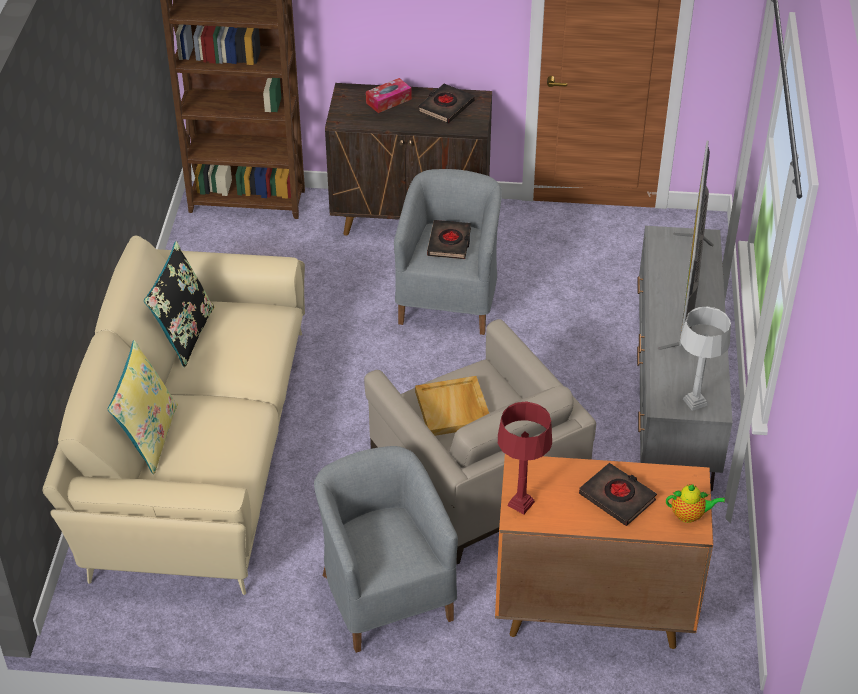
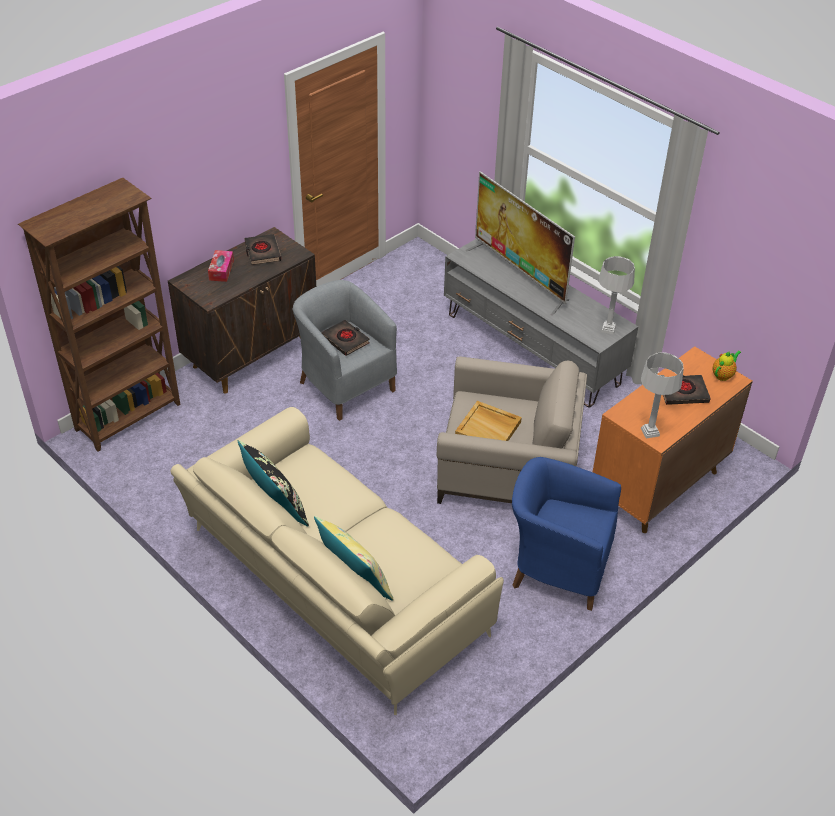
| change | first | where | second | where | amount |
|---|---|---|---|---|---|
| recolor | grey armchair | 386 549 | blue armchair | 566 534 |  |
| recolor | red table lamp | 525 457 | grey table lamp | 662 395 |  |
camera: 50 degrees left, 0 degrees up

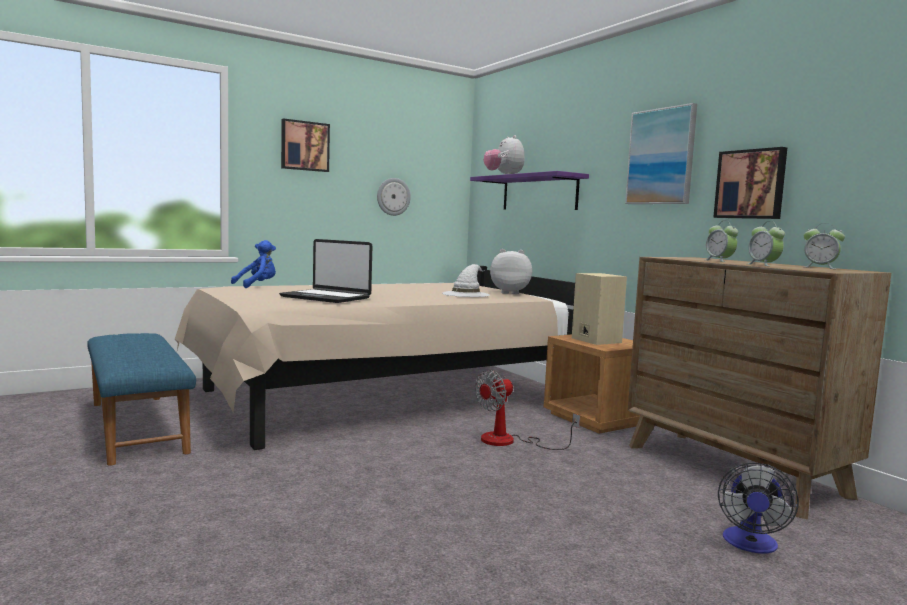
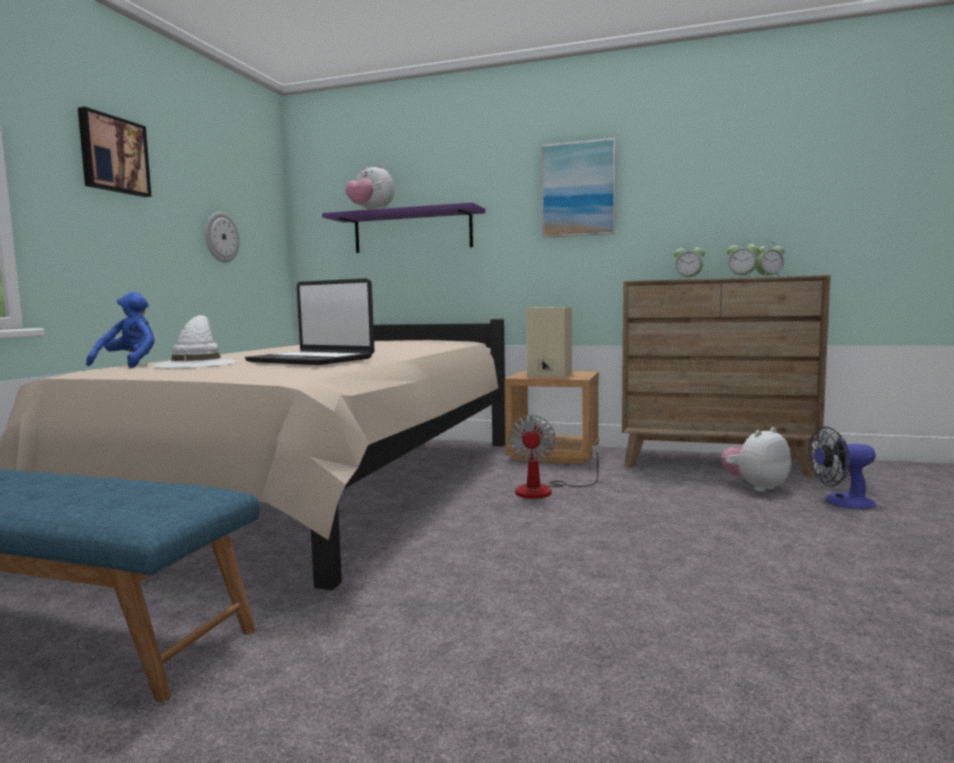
| change | first | where | second | where | amount |
|---|---|---|---|---|---|
| delete | picture | 750 183 |  |  |  |
| move | white hat | 466 280 |  | 195 341 |  |
| move | plush toy | 511 271 |  | 756 459 |  |
| rotate | laptop | 325 271 |  | 309 321 | 45 degrees clockwise |
| rotate | fan | 758 508 |  | 842 467 | 105 degrees clockwise |
camera: 40 degrees left, 0 degrees up

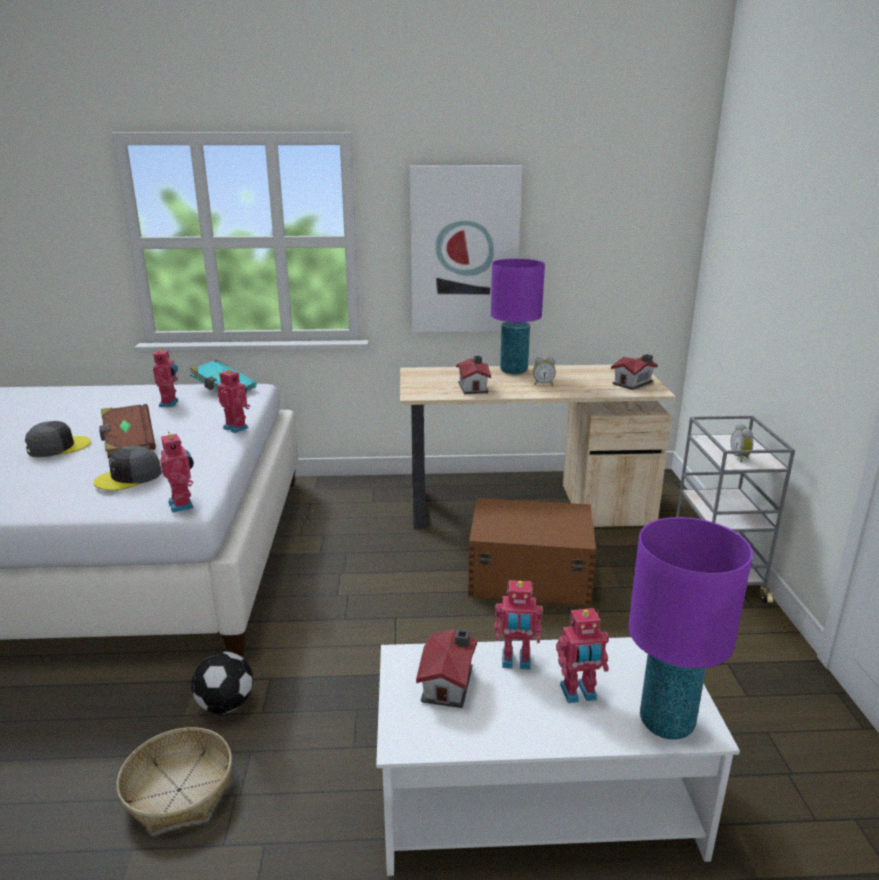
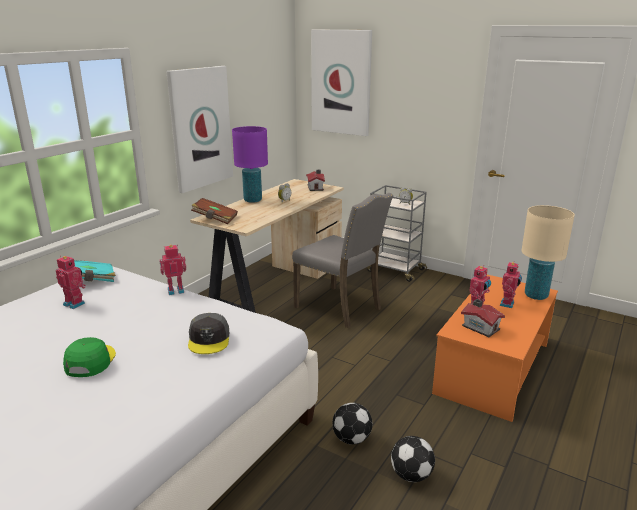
| change | first | where | second | where | amount |
|---|---|---|---|---|---|
| delete | toy robot | 177 472 |  |  |  |
| delete | toy house | 473 375 |  |  |  |
| insert |  |  | picture | 341 83 |  |
| move | brown book | 127 431 |  | 214 211 |  |
| replace | basket | 174 780 | football | 413 459 |  |
| replace | brown storage box | 532 552 | grey chair | 342 260 |  |
| recolor | grey cap | 58 439 | green cap | 89 357 |  |
| recolor | white coffee table | 558 756 | orange coffee table | 495 348 |  |
| recolor | purple table lamp | 691 628 | beige table lamp | 548 252 |  |
camera: 55 degrees left, 0 degrees up

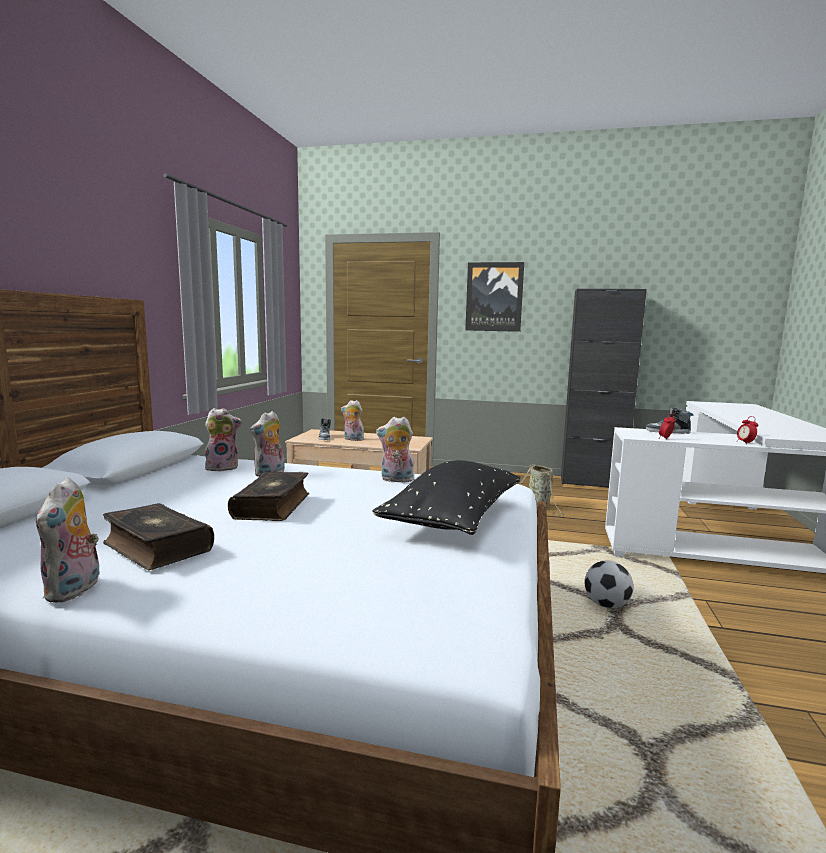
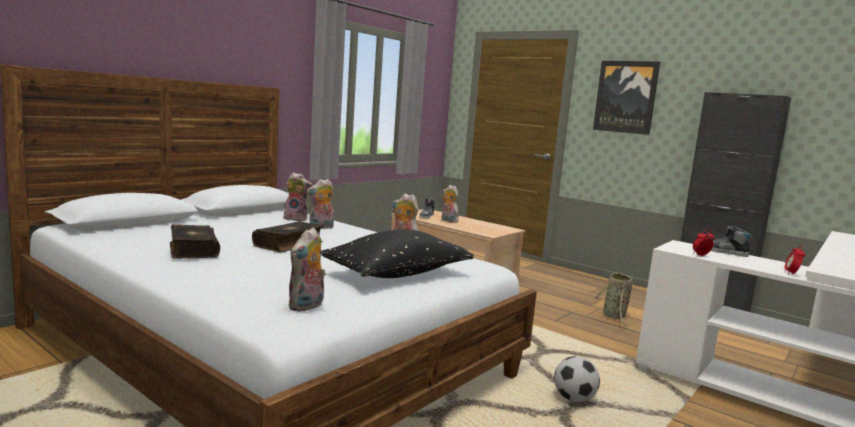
| change | first | where | second | where | amount |
|---|---|---|---|---|---|
| move | plush toy | 68 540 |  | 307 269 |  |
camera: 25 degrees right, 0 degrees up

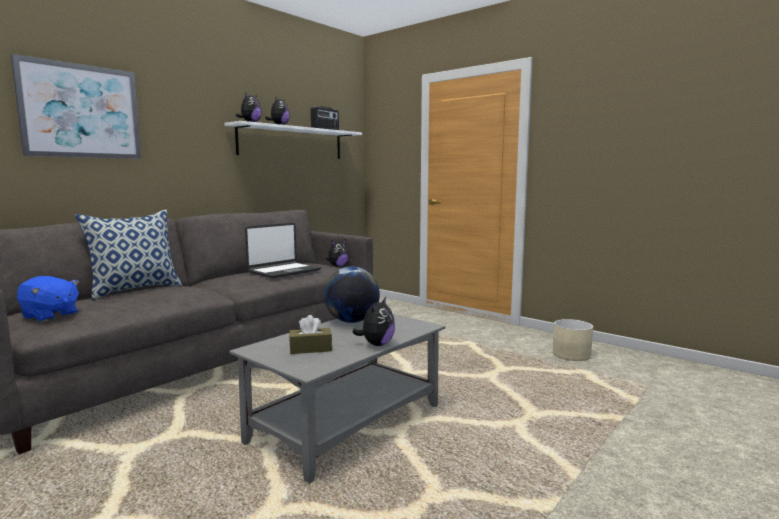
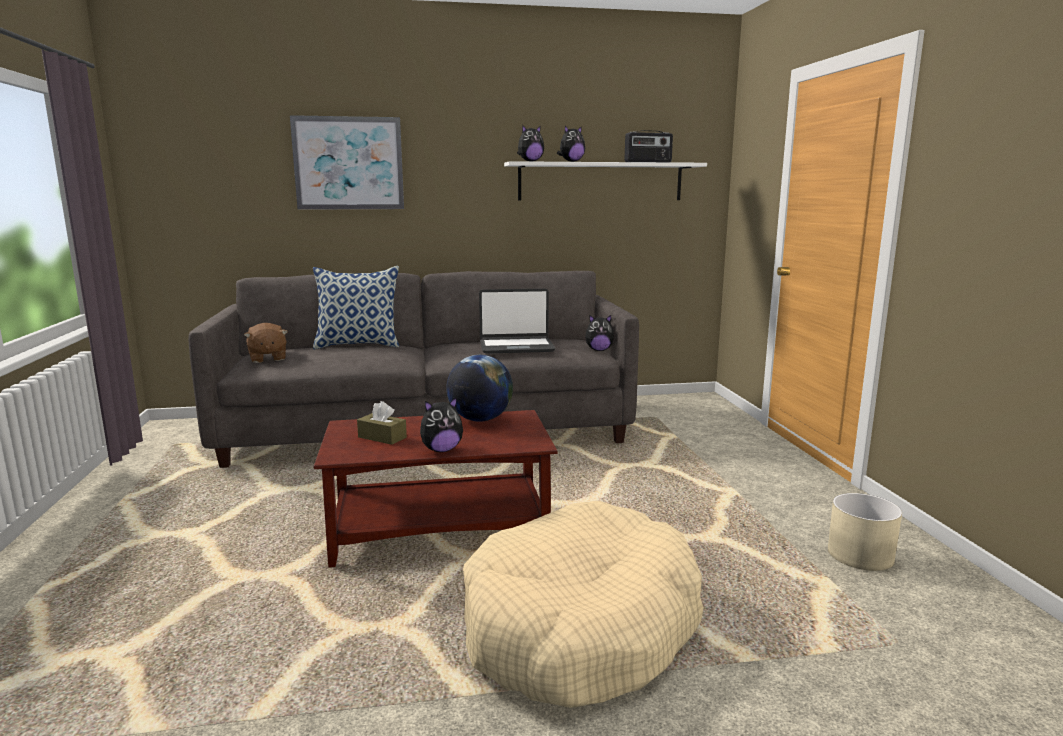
| change | first | where | second | where | amount |
|---|---|---|---|---|---|
| insert |  |  | beige dog bed | 583 604 |  |
| recolor | blue plush toy | 48 298 | brown plush toy | 266 343 |  |
| recolor | grey coffee table | 337 399 | brown coffee table | 436 489 |  |
camera: 40 degrees right, 5 degrees up

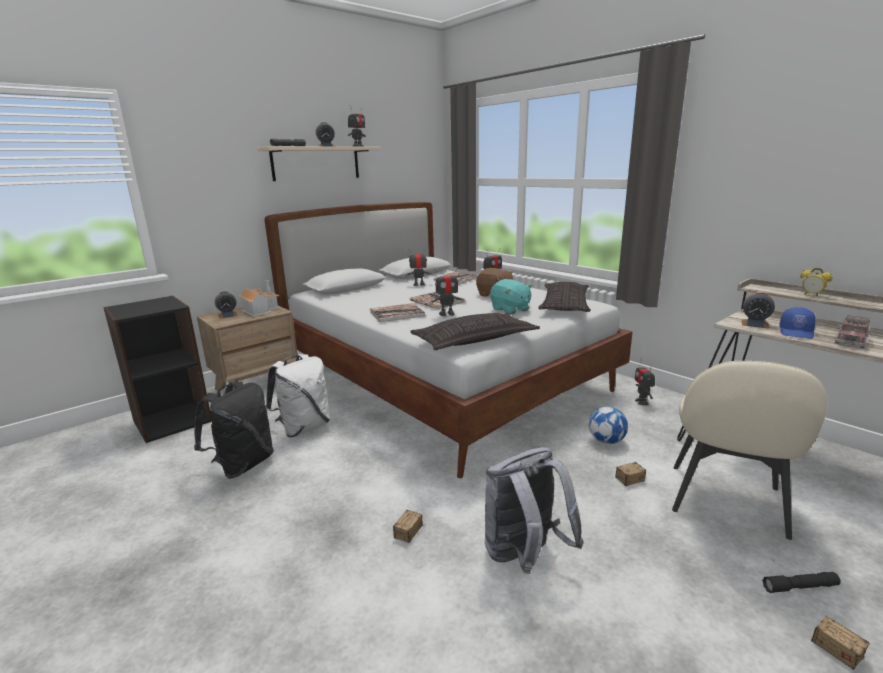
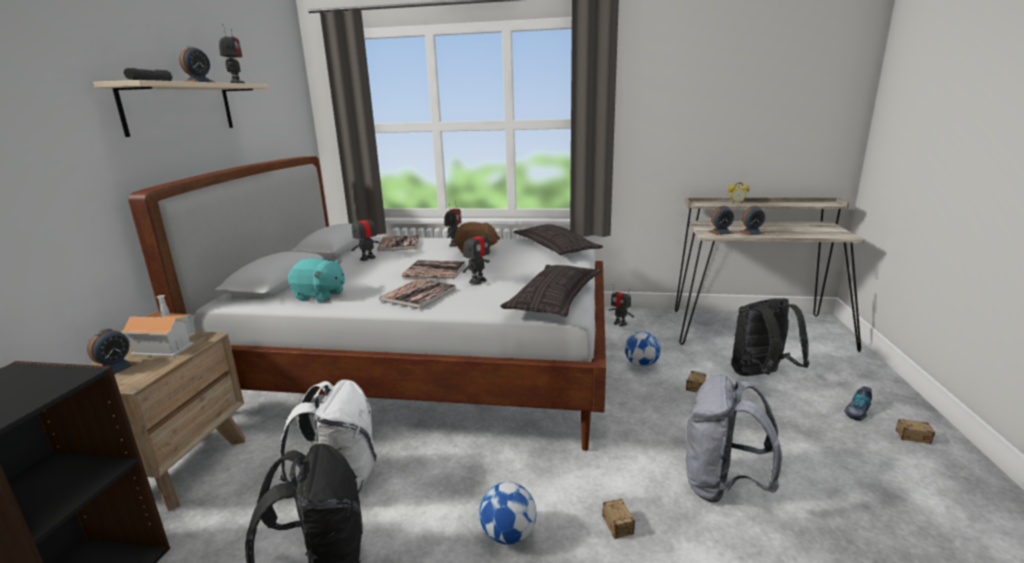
| change | first | where | second | where | amount |
|---|---|---|---|---|---|
| delete | toy truck | 853 331 |  |  |  |
| insert |  |  | football | 508 513 |  |
| move | turquoise plush toy | 511 296 |  | 316 280 |  |
| replace | beige chair | 749 450 | black backpack | 770 337 |  |
| replace | black flashlight | 801 582 | shoe | 858 403 |  |
| replace | blue cap | 797 323 | alarm clock | 752 220 |  |
camera: 40 degrees left, 0 degrees up

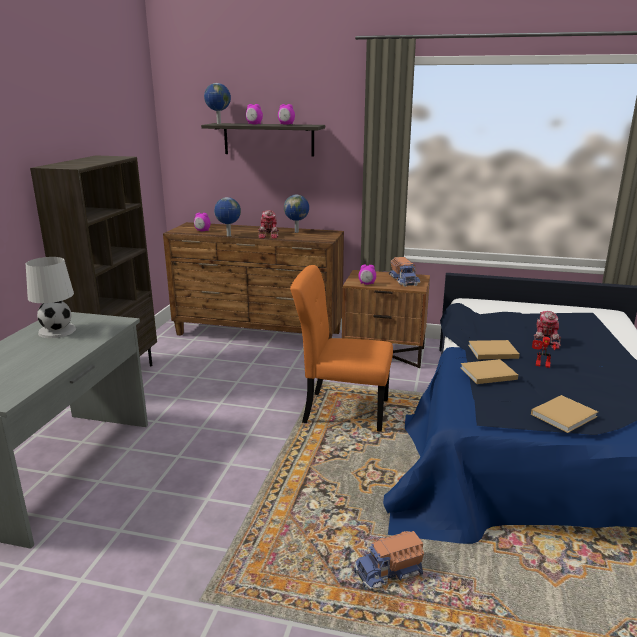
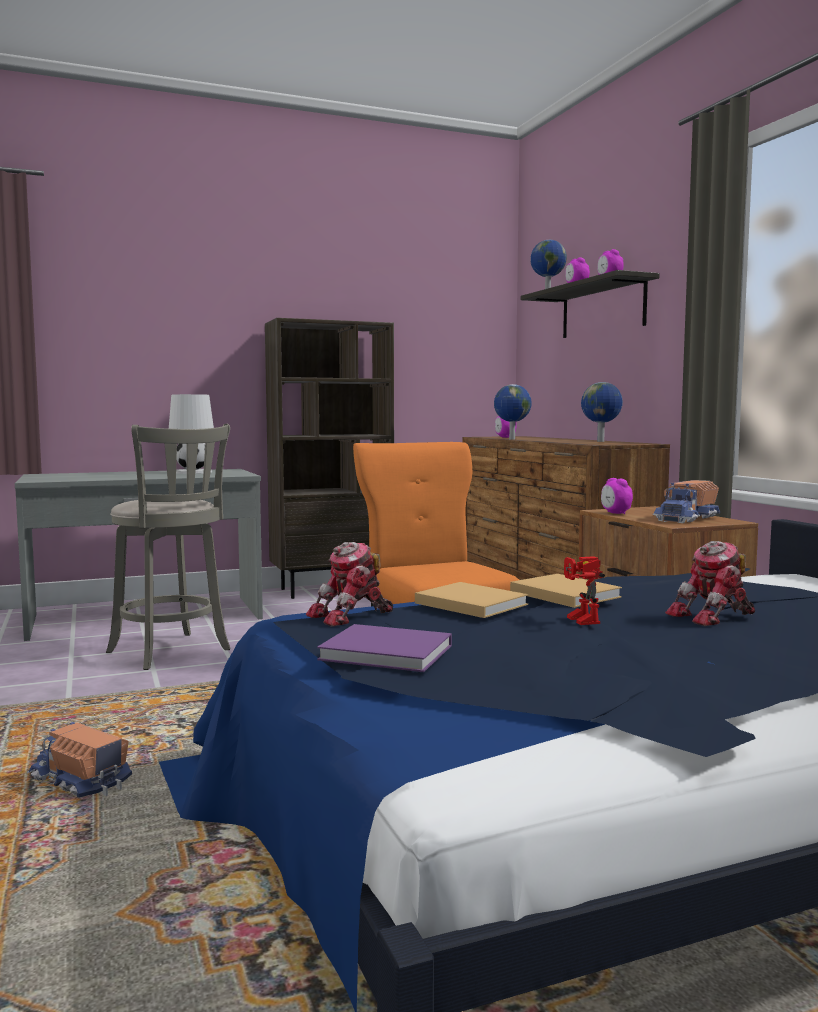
| change | first | where | second | where | amount |
|---|---|---|---|---|---|
| insert |  |  | grey stool | 168 547 |  |
| move | toy robot | 268 224 |  | 349 584 |  |
| recolor | beige book | 564 414 | purple book | 384 648 |  |
camera: 55 degrees right, 15 degrees down

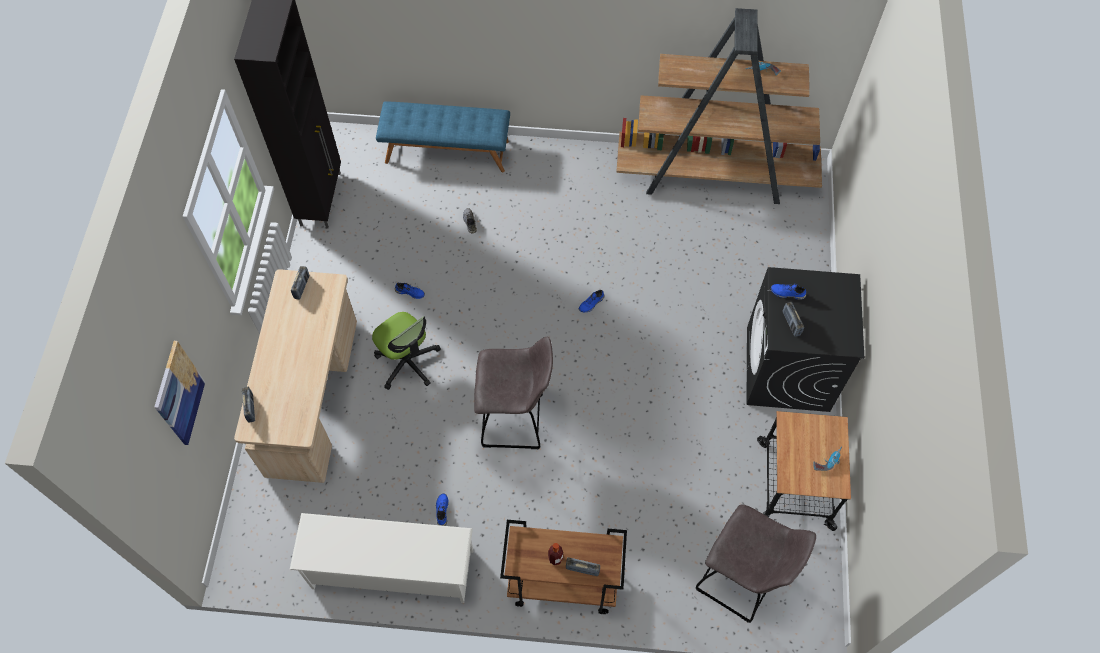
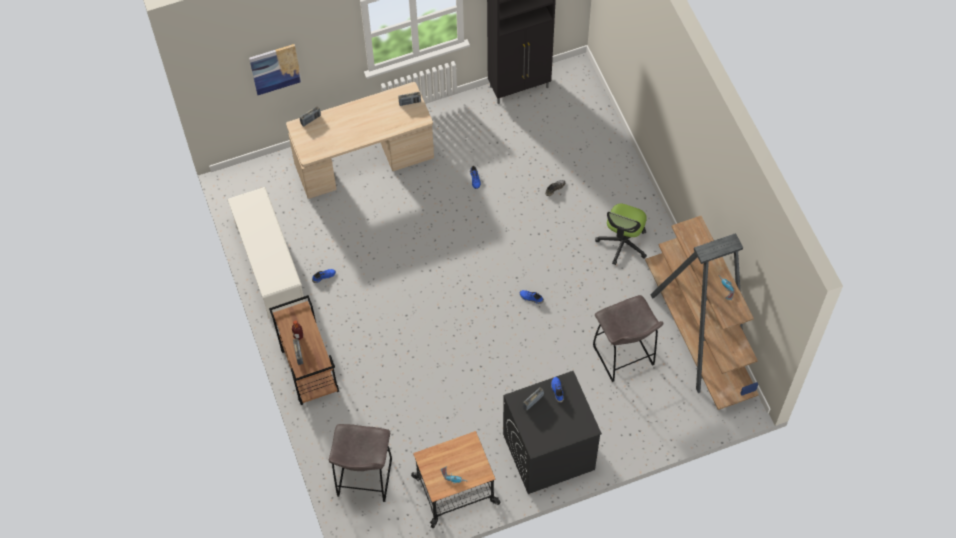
| change | first | where | second | where | amount |
|---|---|---|---|---|---|
| delete | blue bench | 443 137 |  |  |  |
| move | office chair | 406 351 |  | 621 234 |  |
| move | grey stool | 513 393 |  | 628 338 |  |
camera: 65 degrees right, 0 degrees up

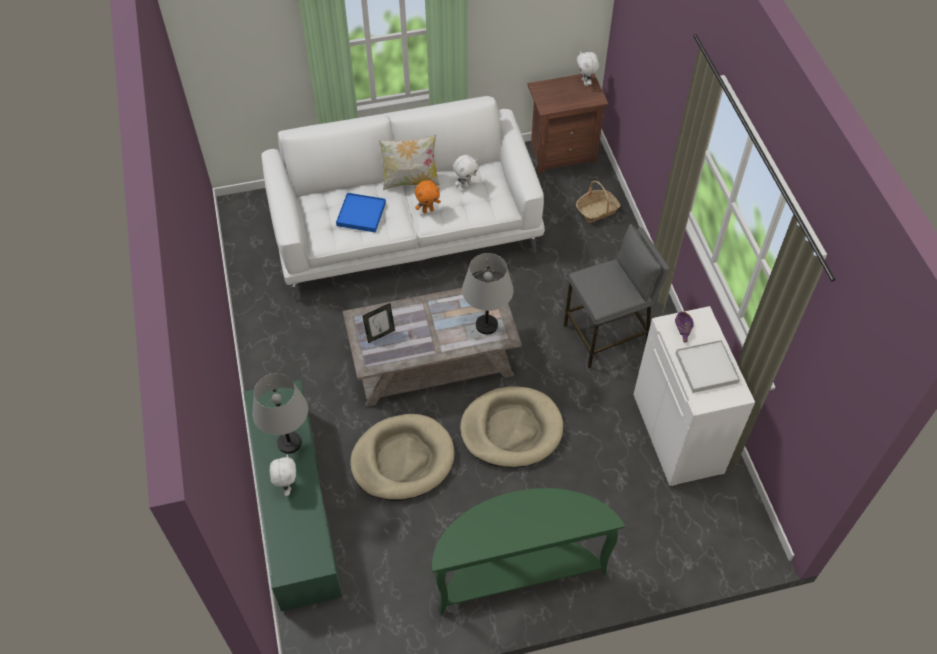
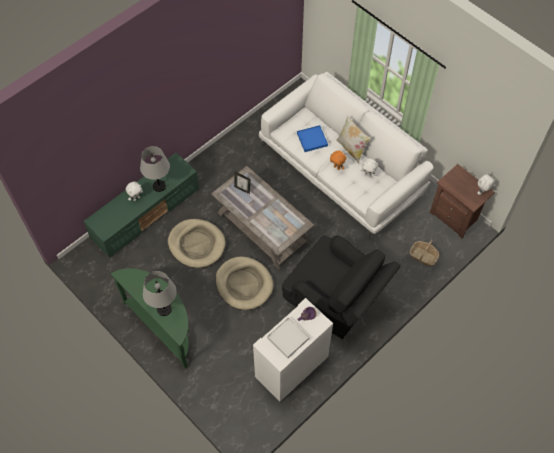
| change | first | where | second | where | amount |
|---|---|---|---|---|---|
| move | grey table lamp | 487 293 |  | 160 293 |  |
| replace | grey stool | 617 296 | black armchair | 341 287 |  |
camera: 60 degrees right, 5 degrees up

